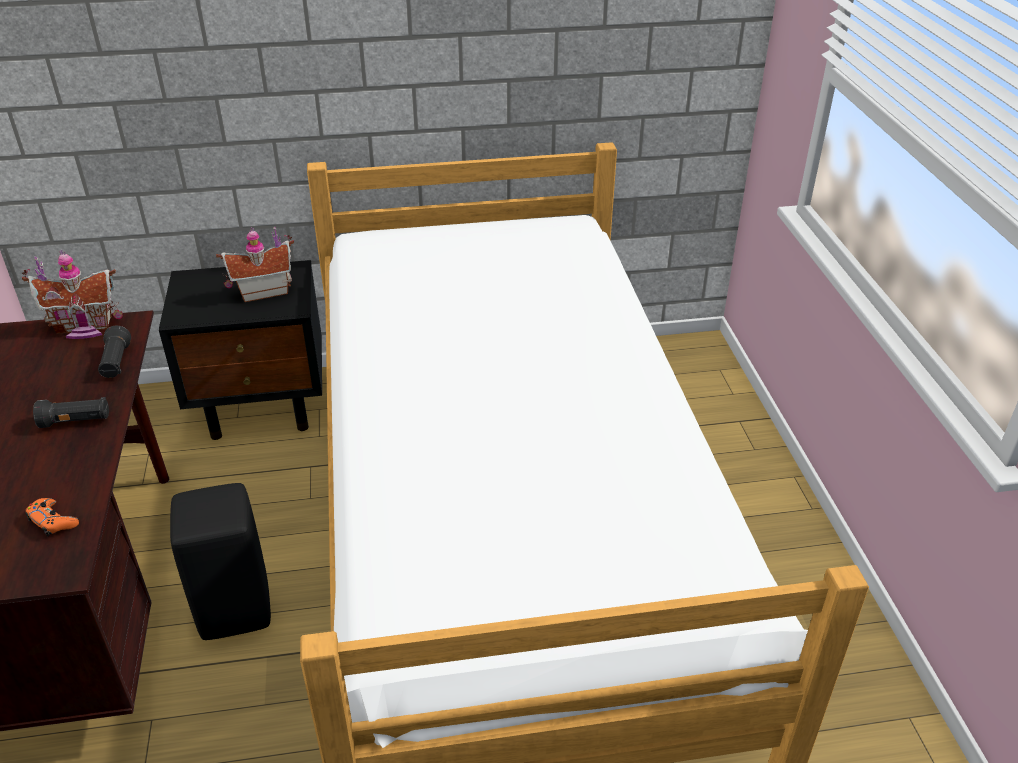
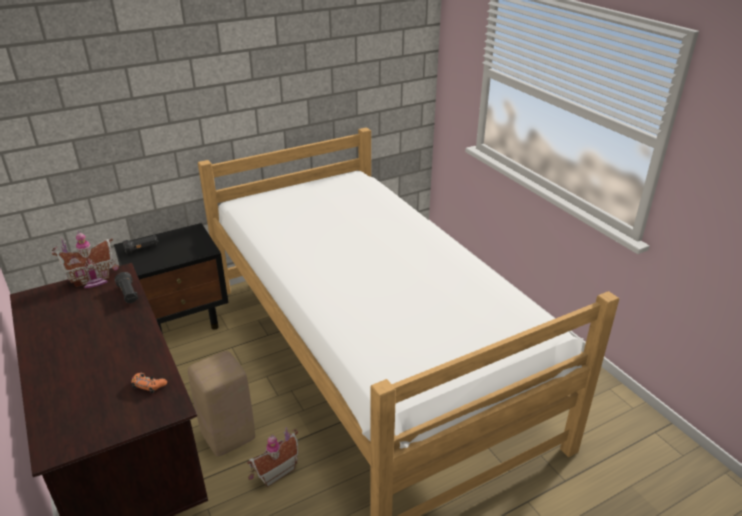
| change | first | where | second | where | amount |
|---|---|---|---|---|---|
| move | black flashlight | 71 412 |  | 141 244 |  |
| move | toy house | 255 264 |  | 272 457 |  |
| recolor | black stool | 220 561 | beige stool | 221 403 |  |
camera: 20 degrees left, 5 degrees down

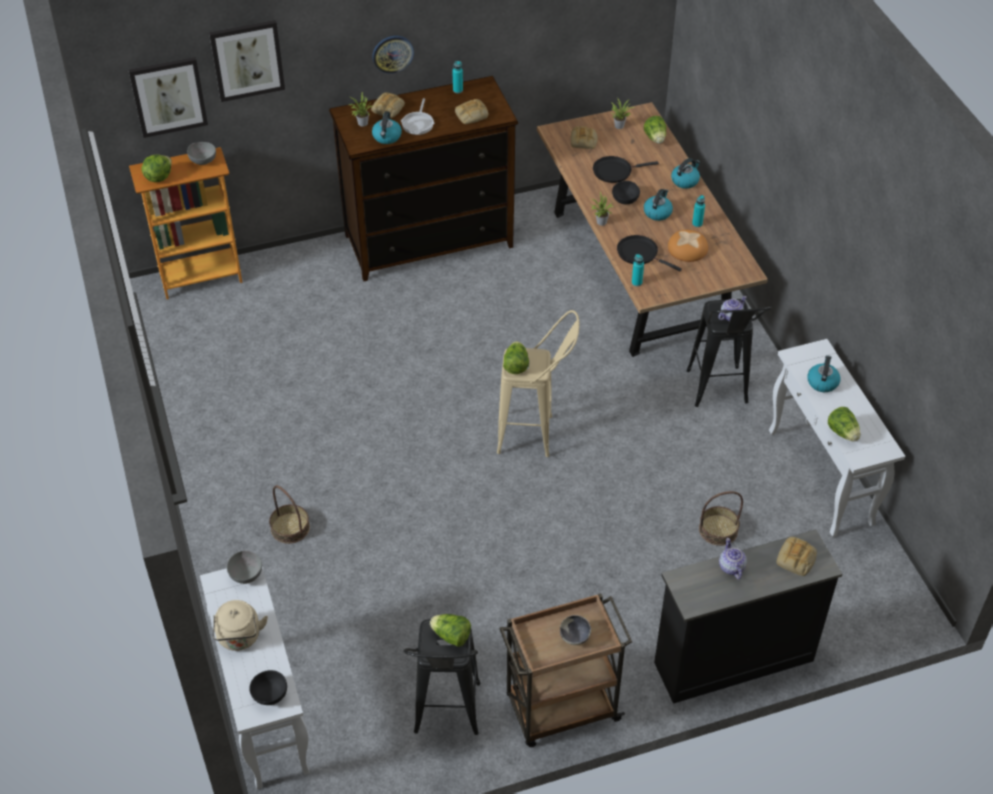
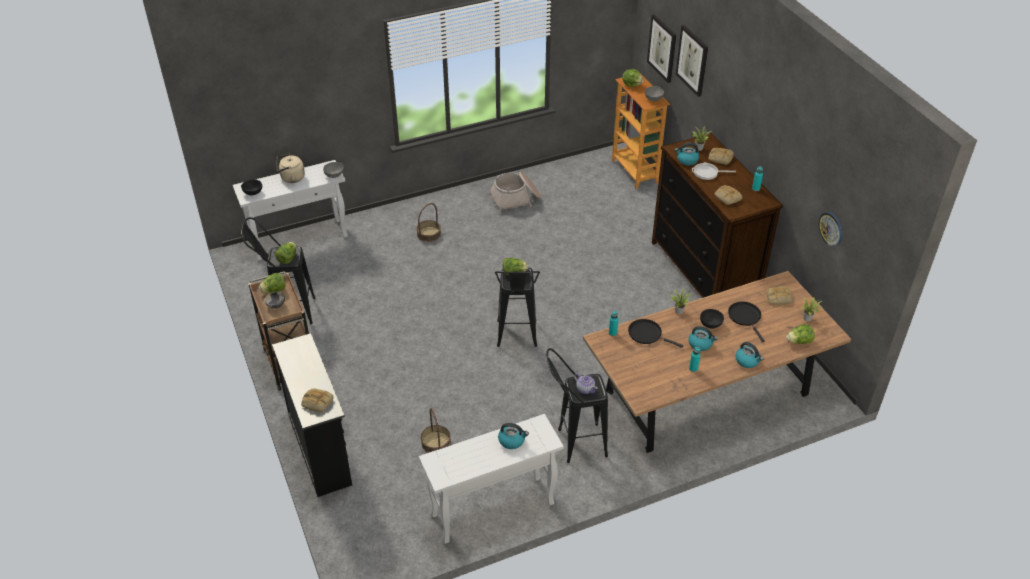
| change | first | where | second | where | amount |
|---|---|---|---|---|---|
| delete | bread | 688 246 |  |  |  |
| delete | teapot | 733 559 |  |  |  |
| insert |  |  | basket | 515 192 |  |
| move | wall clock | 393 55 |  | 830 229 |  |
| move | lettuce | 844 424 |  | 272 283 |  |
| recolor | beige stool | 538 383 | black stool | 517 307 |  |
| rotate | black frying pan | 649 253 |  | 655 333 | 90 degrees counterclockwise |
camera: 85 degrees right, 5 degrees down

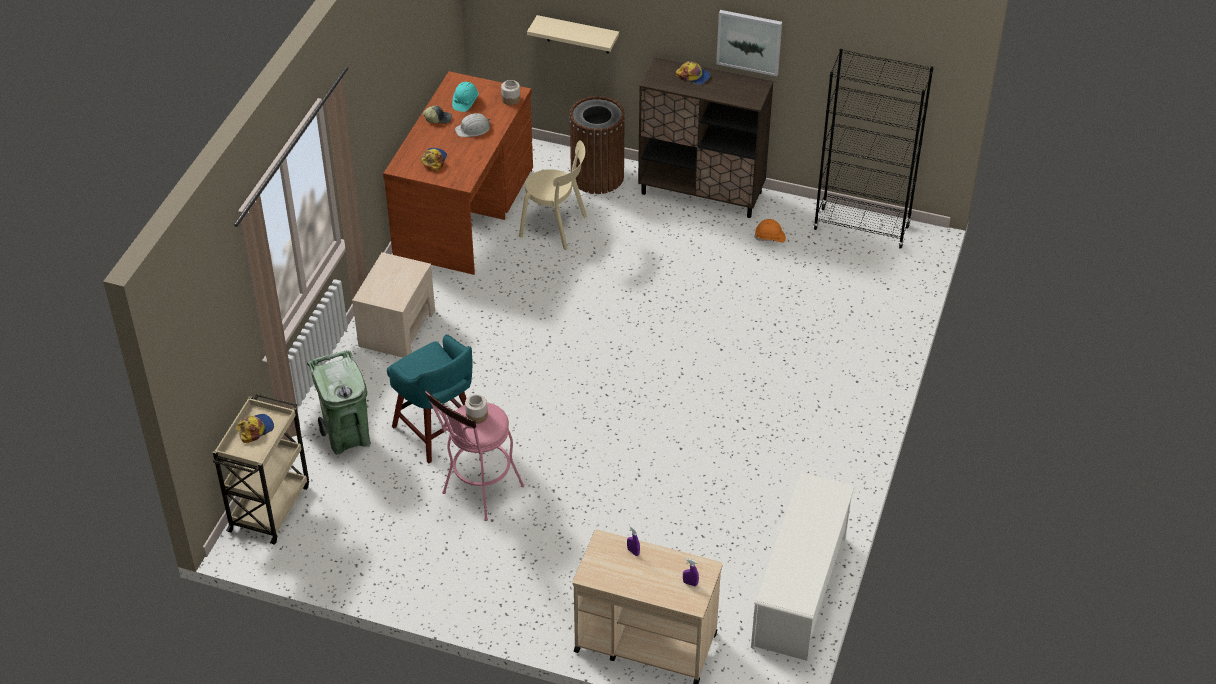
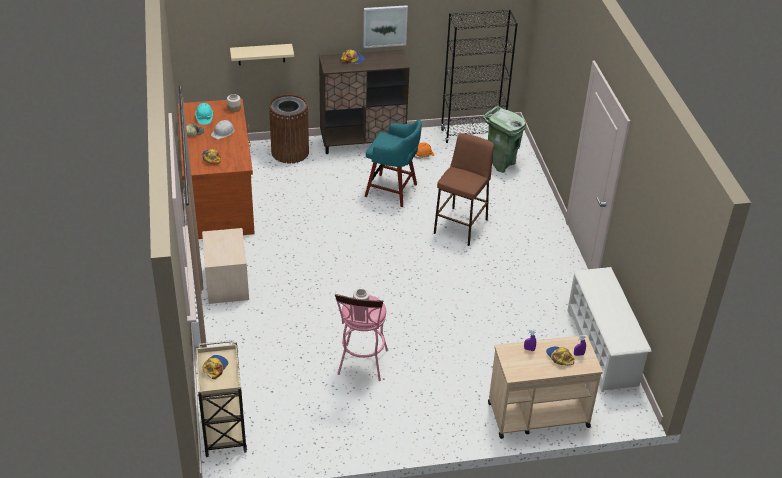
| change | first | where | second | where | amount |
|---|---|---|---|---|---|
| delete | beige chair | 553 195 |  |  |  |
| insert |  |  | brown stool | 464 189 |  |
| insert |  |  | cap | 560 356 |  |
| move | green trash can | 339 402 |  | 504 139 |  |
| move | turquoise stool | 430 398 |  | 393 163 |  |
camera: 30 degrees left, 5 degrees down

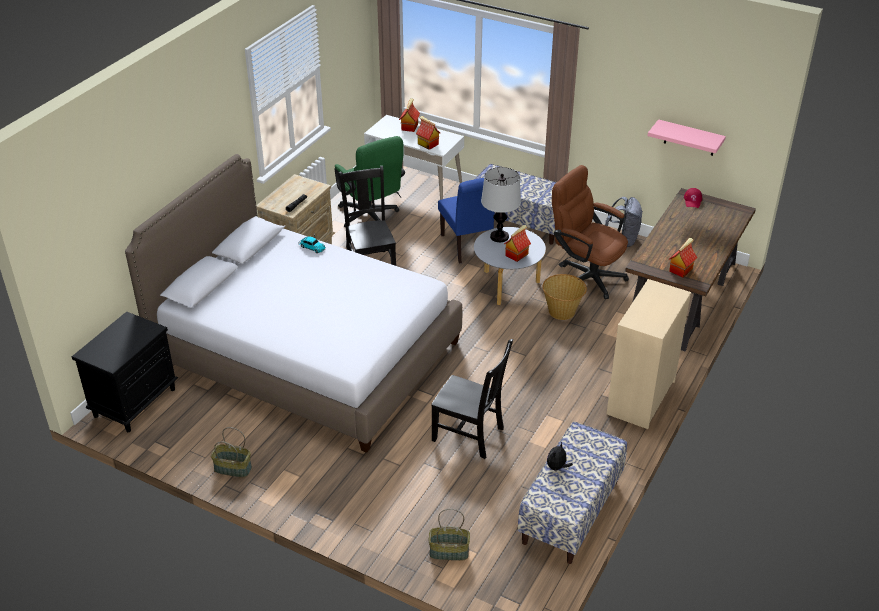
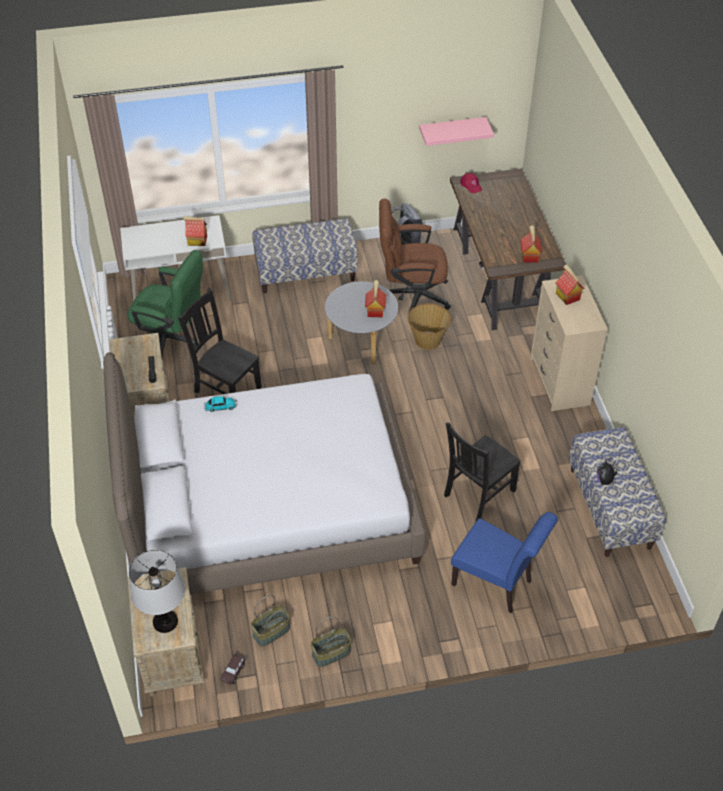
| change | first | where | second | where | amount |
|---|---|---|---|---|---|
| insert |  |  | brown toy car | 233 669 |  |
| move | toy house | 409 115 |  | 570 284 |  |
| move | basket | 449 535 |  | 270 621 |  |
| move | blue chair | 466 221 |  | 504 562 |  |
| move | table lamp | 501 204 |  | 157 591 |  |
| recolor | black nightstand | 125 372 | beige nightstand | 166 631 |  |
| rotate | black chair | 472 399 |  | 482 471 | 150 degrees clockwise |
camera: 40 degrees left, 10 degrees up

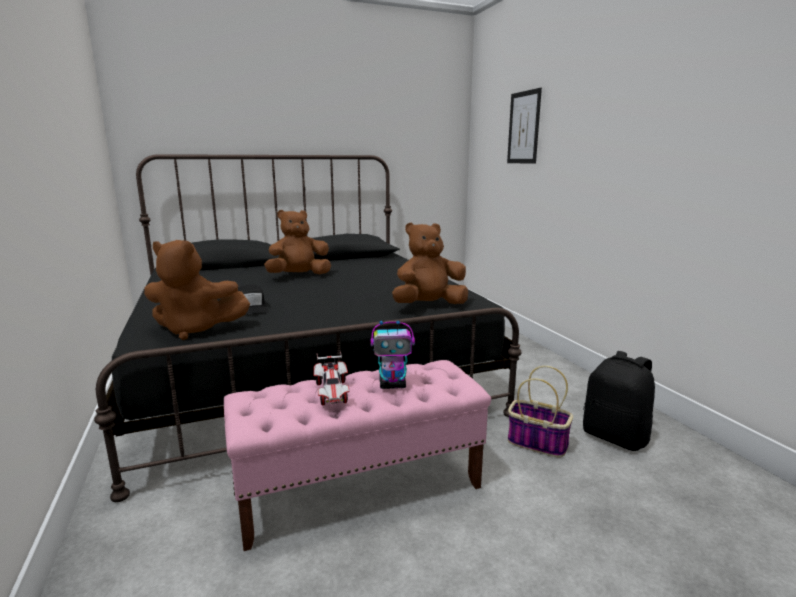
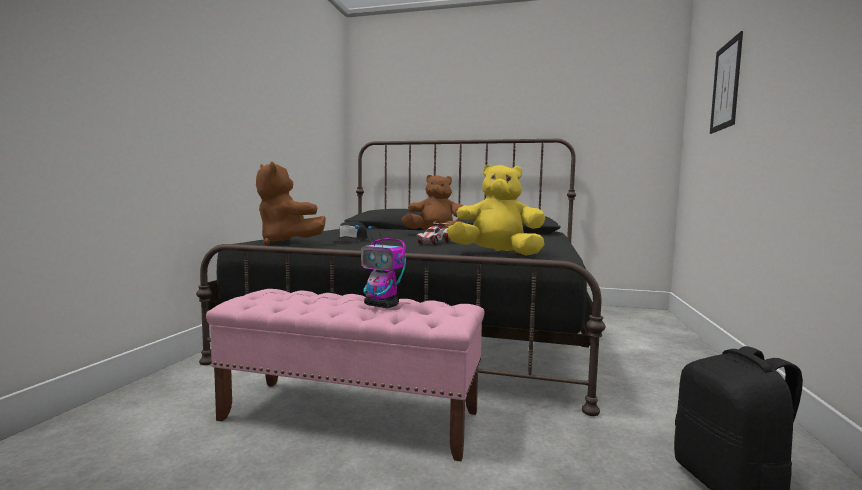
| change | first | where | second | where | amount |
|---|---|---|---|---|---|
| delete | basket | 540 411 |  |  |  |
| move | toy car | 331 378 |  | 434 233 |  |
| recolor | brown plush toy | 430 263 | yellow plush toy | 496 210 |  |
camera: 35 degrees right, 10 degrees down

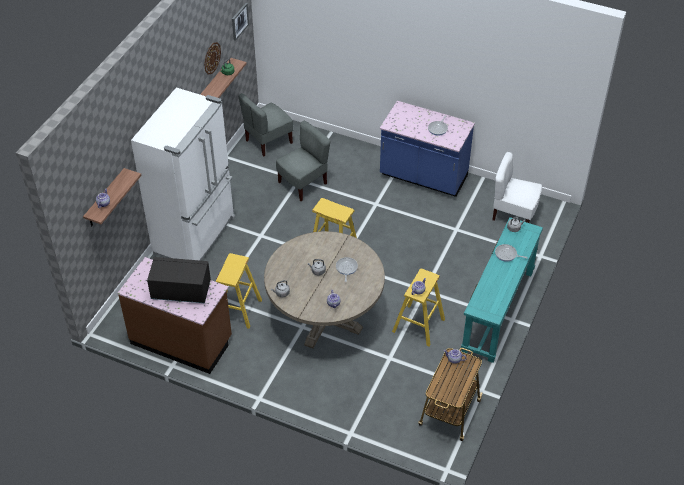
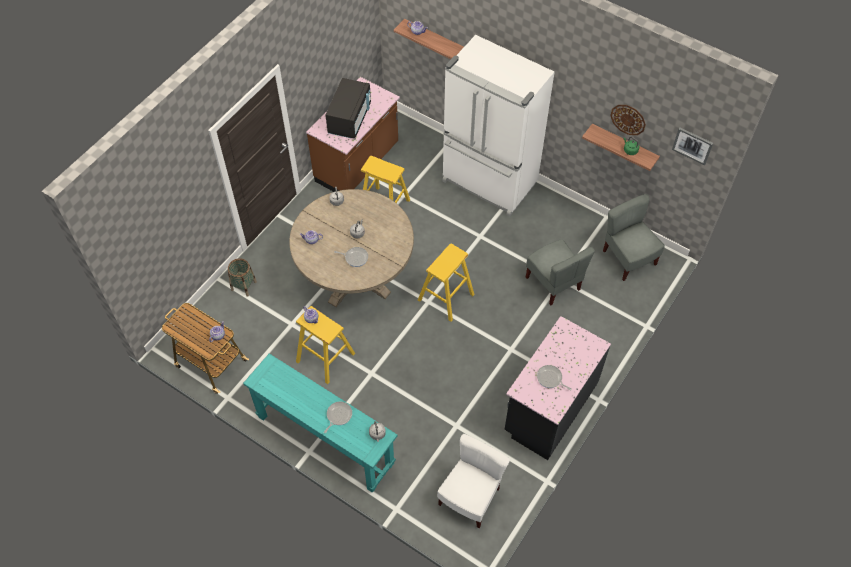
| change | first | where | second | where | amount |
|---|---|---|---|---|---|
| insert |  |  | basket | 242 277 |  |
| recolor | blue counter | 427 149 | black counter | 558 388 |  |
camera: 100 degrees right, 10 degrees up

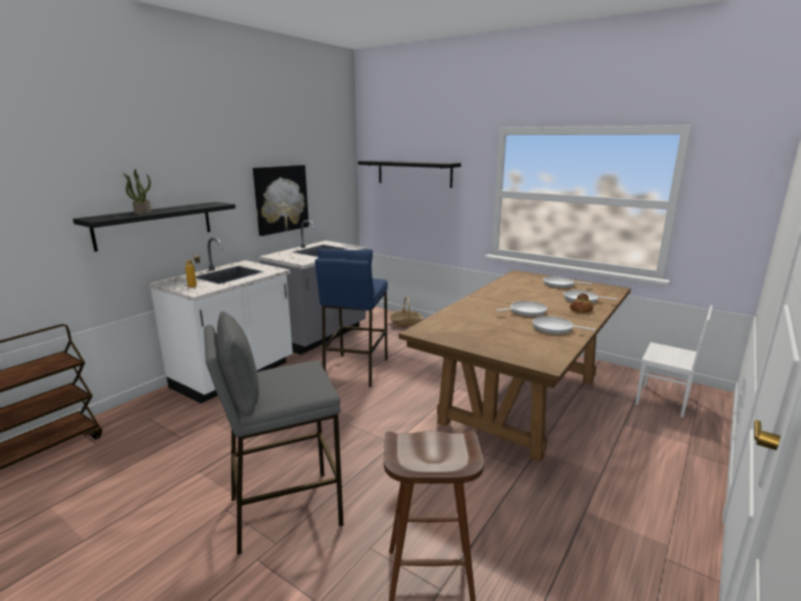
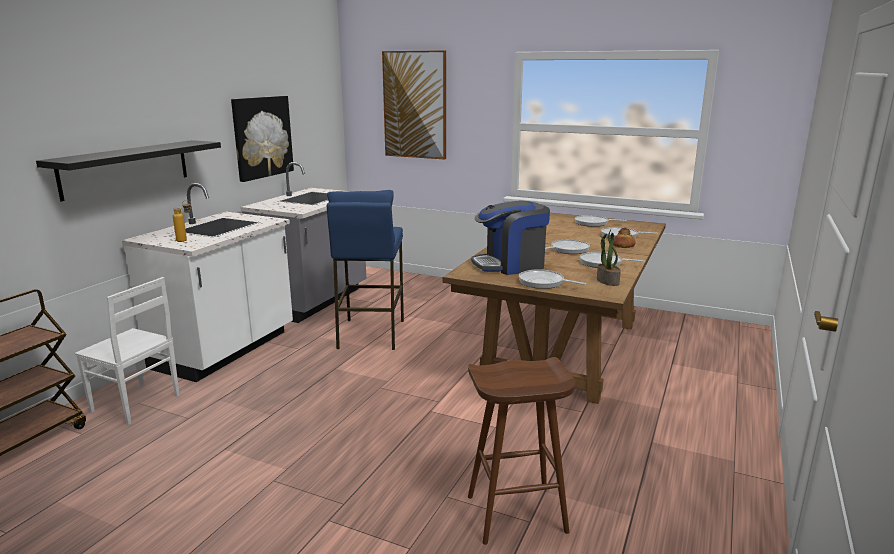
| change | first | where | second | where | amount |
|---|---|---|---|---|---|
| delete | grey stool | 274 433 |  |  |  |
| delete | basket | 406 312 |  |  |  |
| insert |  |  | coffee machine | 510 238 |  |
| insert |  |  | frying pan | 552 279 |  |
| move | potted plant | 137 191 |  | 609 258 |  |
| move | white chair | 674 361 |  | 127 351 |  |
| replace | black shelf | 409 174 | picture | 414 104 |  |
camera: 10 degrees left, 0 degrees up

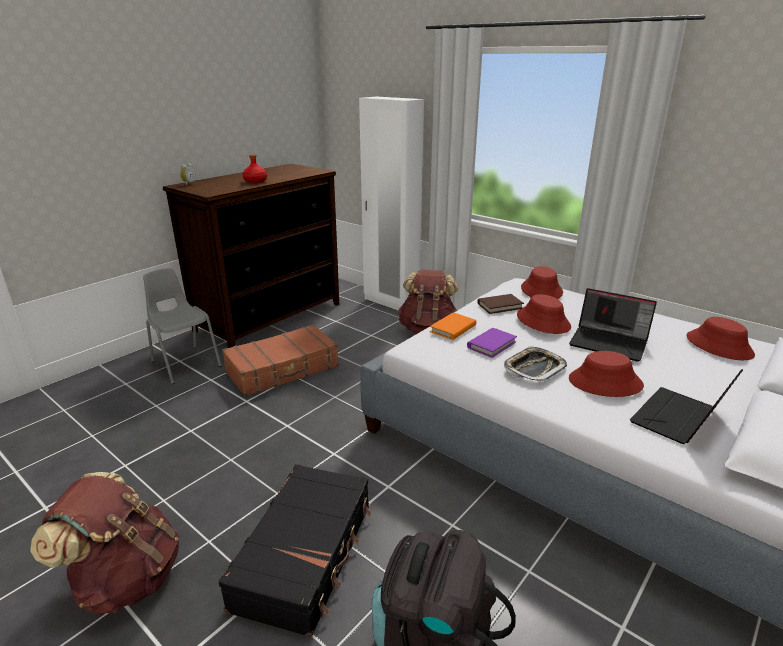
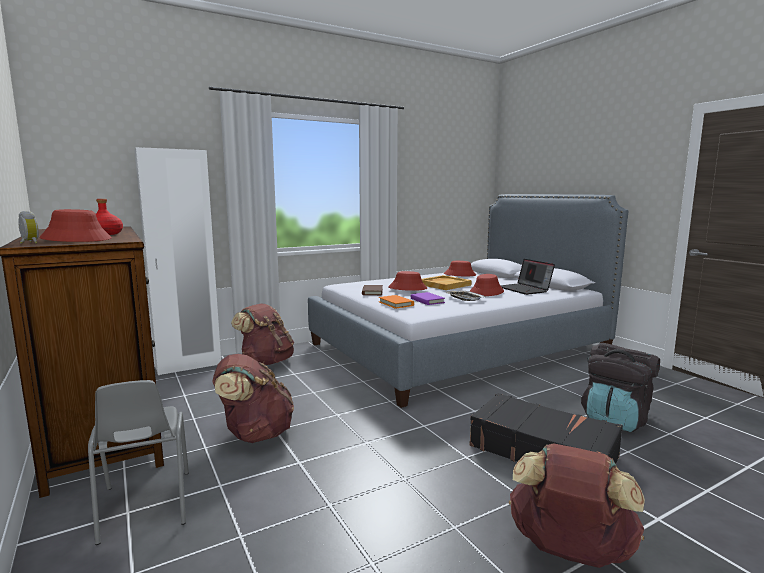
| change | first | where | second | where | amount |
|---|---|---|---|---|---|
| move | red hat | 542 282 |  | 75 225 |  |
| replace | brown suitcase | 280 360 | brown backpack | 253 398 |  |
| replace | laptop | 613 325 | beige tray | 447 282 |  |
| rotate | grey chair | 182 326 |  | 138 462 | 90 degrees counterclockwise |
camera: 70 degrees left, 15 degrees down

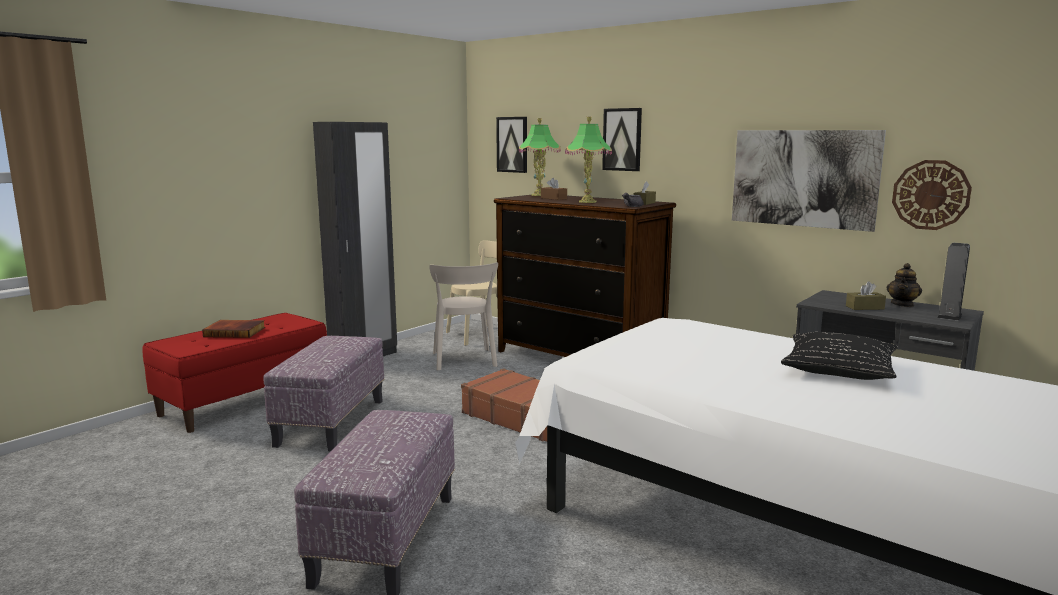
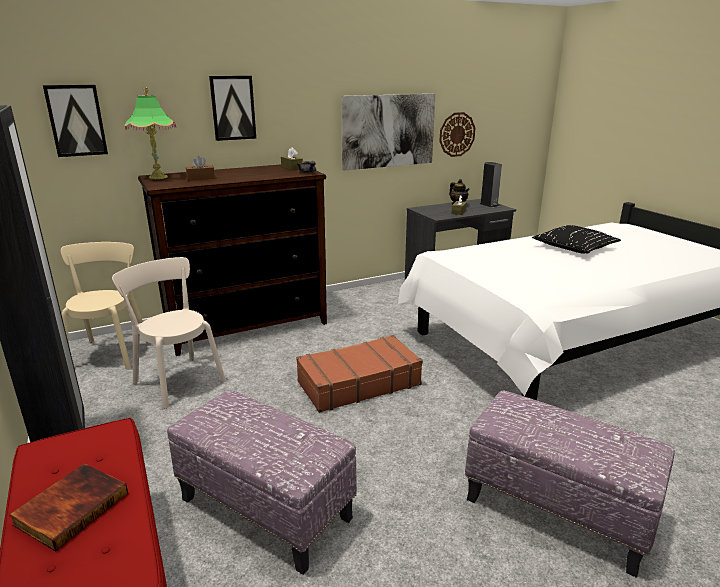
| change | first | where | second | where | amount |
|---|---|---|---|---|---|
| delete | table lamp | 588 160 |  |  |  |
| rotate | beige chair | 463 316 |  | 169 333 | 150 degrees counterclockwise |
camera: 65 degrees left, 10 degrees up

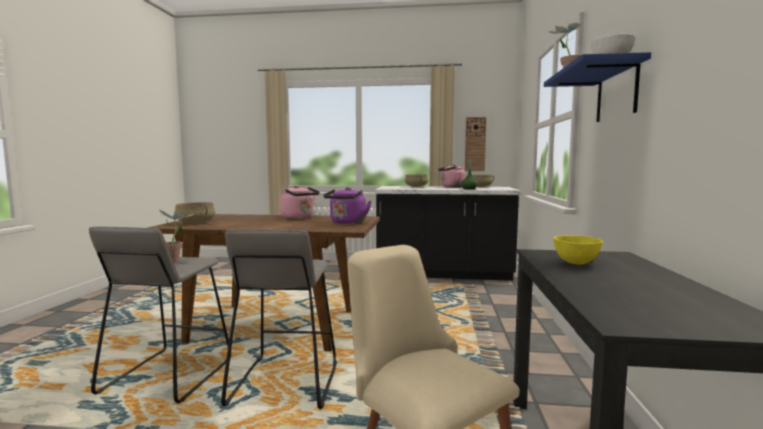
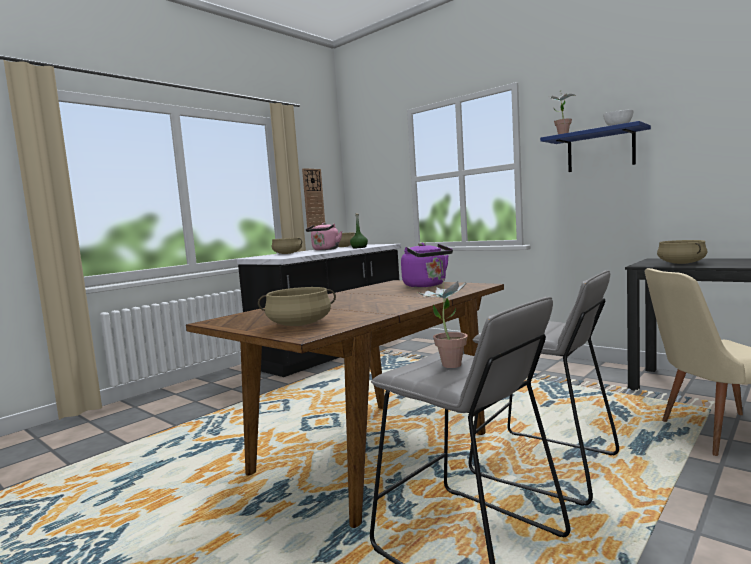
| change | first | where | second | where | amount |
|---|---|---|---|---|---|
| delete | pink kettle | 300 202 |  |  |  |
| replace | yellow bowl | 578 250 | beige cooking pot | 682 252 |  |
camera: 55 degrees left, 0 degrees up

